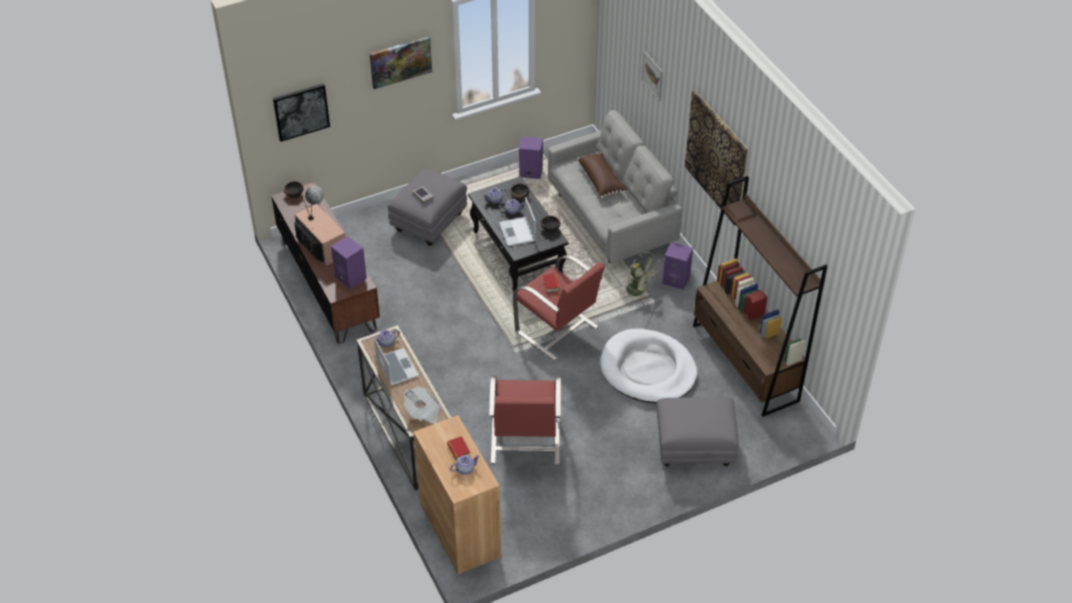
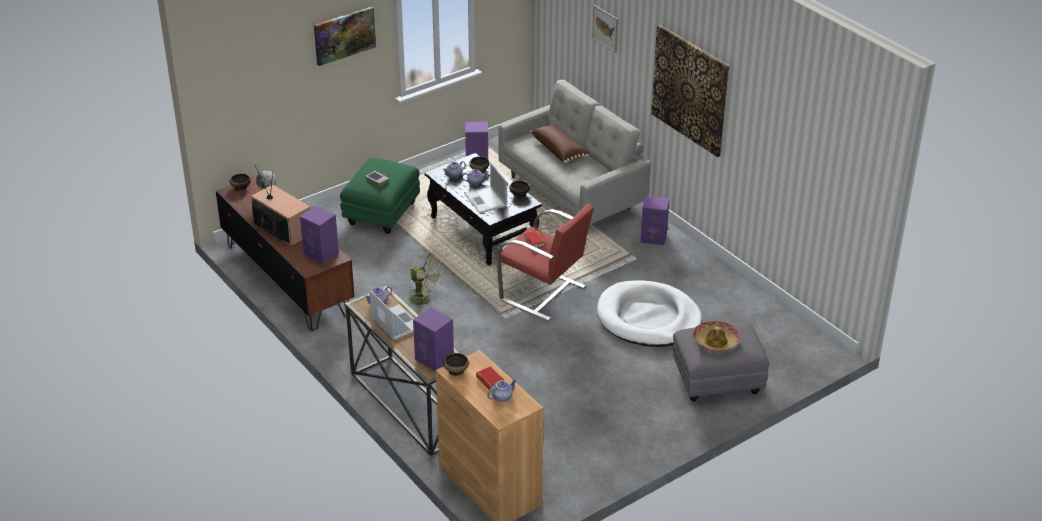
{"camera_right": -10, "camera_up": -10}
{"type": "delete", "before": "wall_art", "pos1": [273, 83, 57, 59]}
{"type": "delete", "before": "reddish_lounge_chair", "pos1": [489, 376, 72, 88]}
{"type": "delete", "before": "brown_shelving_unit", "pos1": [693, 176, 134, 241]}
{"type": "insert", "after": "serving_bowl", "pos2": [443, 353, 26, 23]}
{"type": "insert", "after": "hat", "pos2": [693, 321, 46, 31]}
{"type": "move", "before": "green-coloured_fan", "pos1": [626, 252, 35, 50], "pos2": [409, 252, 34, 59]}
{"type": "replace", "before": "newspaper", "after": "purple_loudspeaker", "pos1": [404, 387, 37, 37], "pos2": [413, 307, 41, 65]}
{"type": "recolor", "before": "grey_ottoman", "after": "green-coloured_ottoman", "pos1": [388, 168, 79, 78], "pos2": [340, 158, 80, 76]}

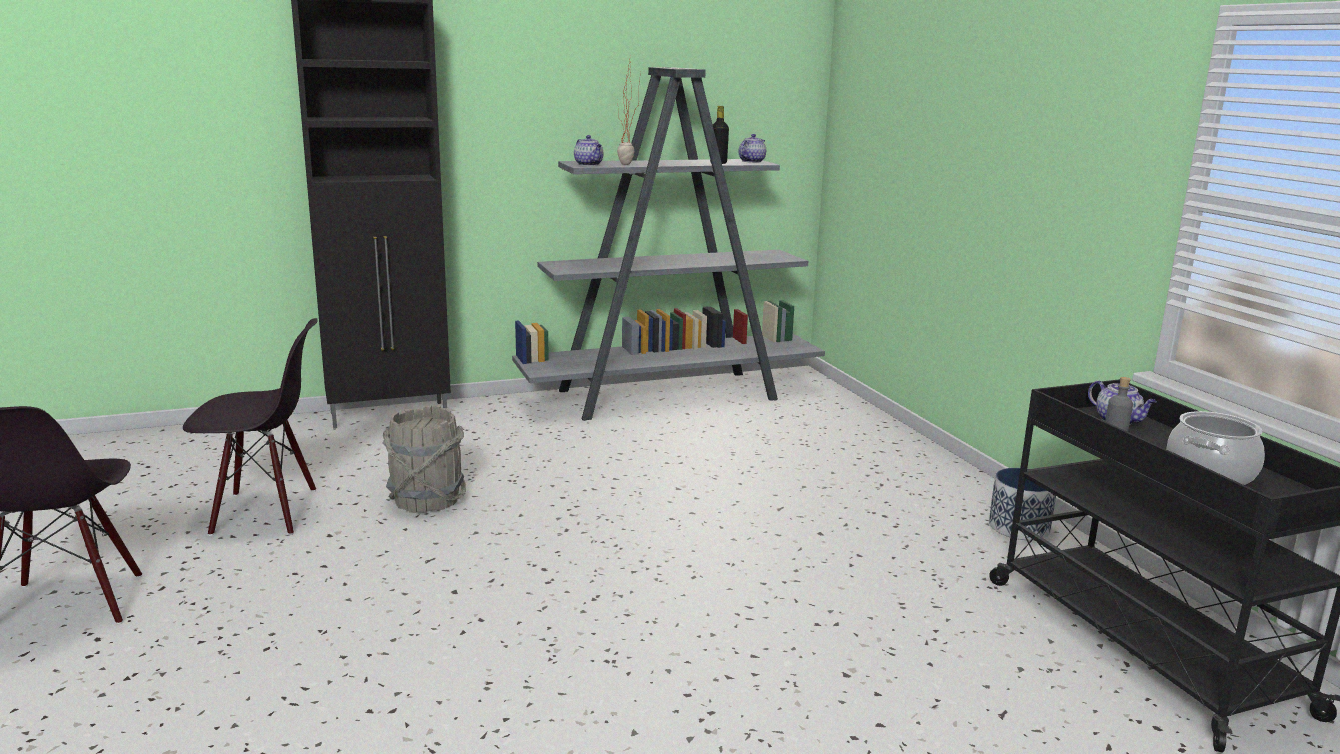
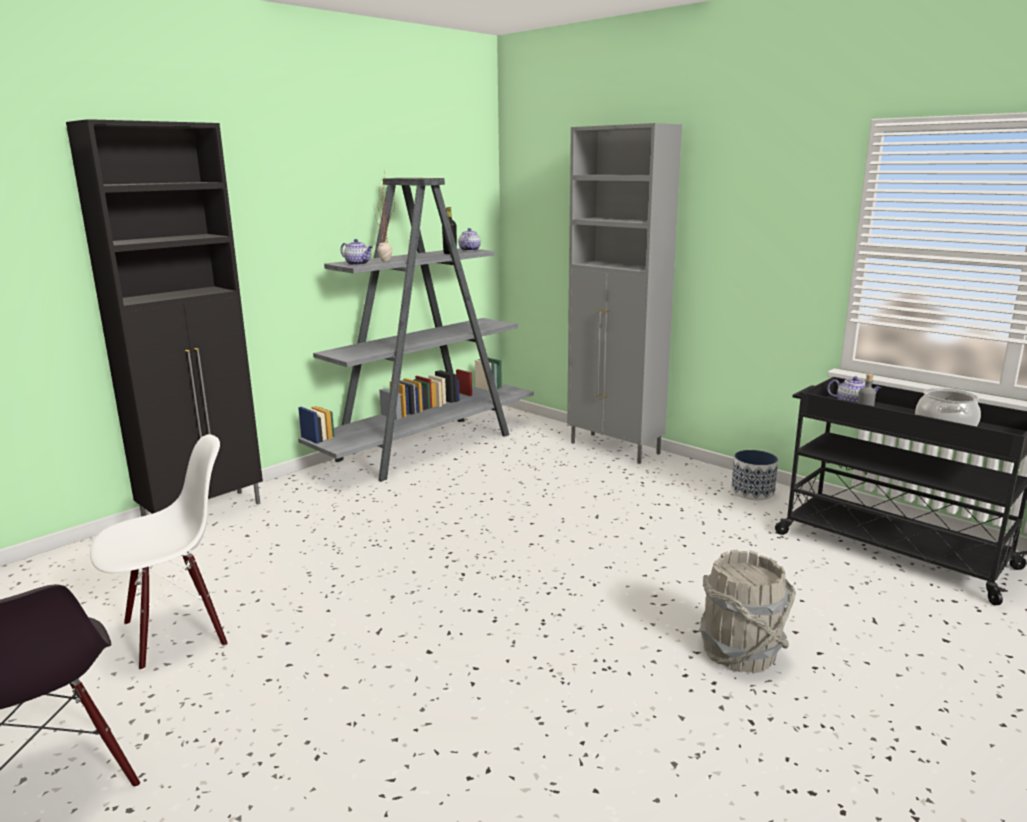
{"camera_right": -25, "camera_up": 0}
{"type": "insert", "after": "grey_cupboard", "pos2": [567, 123, 115, 341]}
{"type": "move", "before": "grey_bucket", "pos1": [383, 405, 83, 108], "pos2": [699, 549, 97, 124]}
{"type": "recolor", "before": "blackish_plain_chair", "after": "whitish_plain_chair", "pos1": [183, 318, 135, 218], "pos2": [90, 434, 137, 237]}

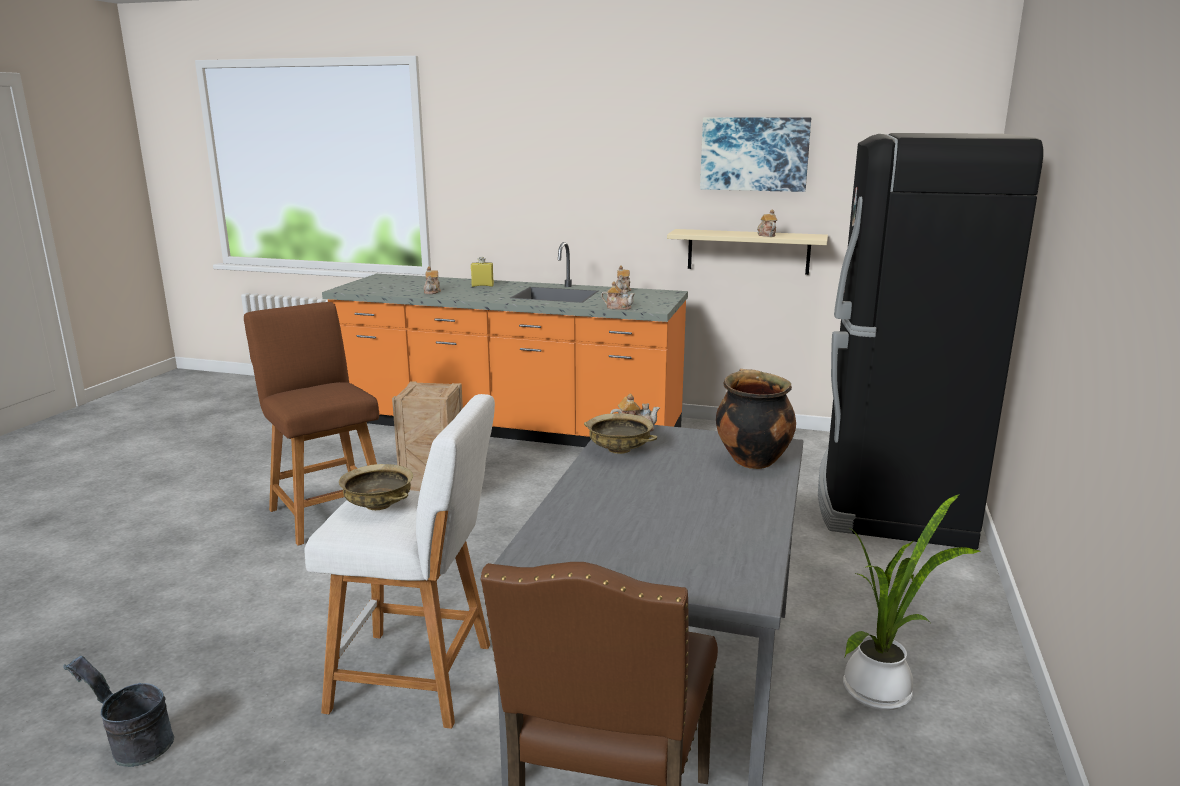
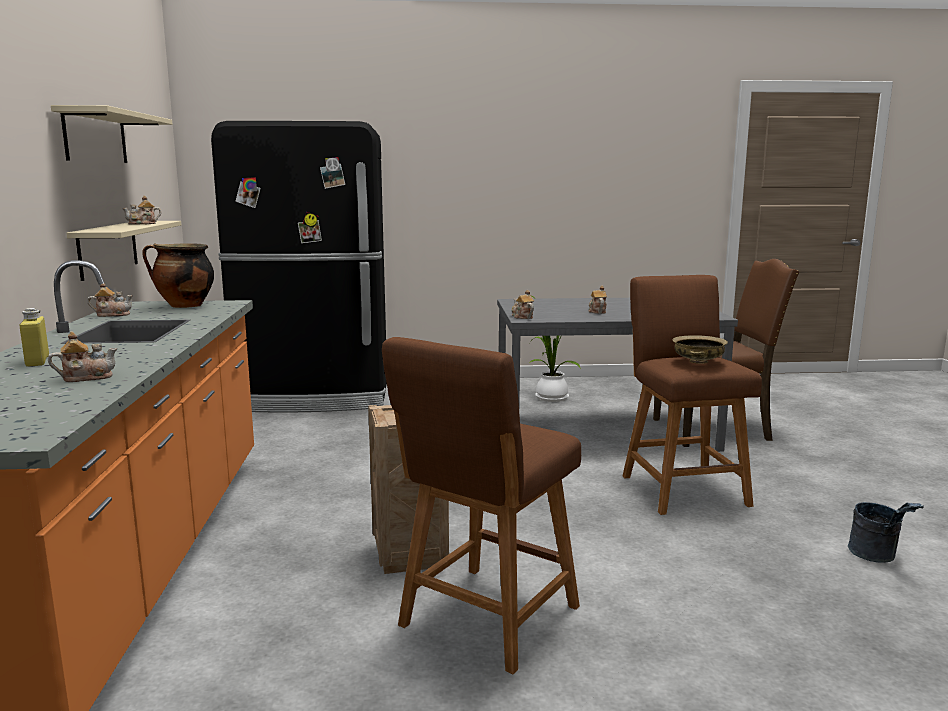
{"camera_right": -110, "camera_up": -5}
{"type": "delete", "before": "sand-coloured_serving_bowl", "pos1": [584, 413, 73, 41]}
{"type": "move", "before": "pot_for_tea", "pos1": [601, 281, 34, 29], "pos2": [588, 286, 19, 28]}
{"type": "move", "before": "saucepot", "pos1": [716, 369, 80, 100], "pos2": [142, 243, 72, 65]}
{"type": "replace", "before": "wall_art", "after": "sand-coloured_wall_shelf", "pos1": [700, 117, 111, 75], "pos2": [51, 105, 121, 58]}
{"type": "recolor", "before": "whitish_stool", "after": "brown_stool", "pos1": [304, 394, 191, 335], "pos2": [623, 275, 139, 240]}

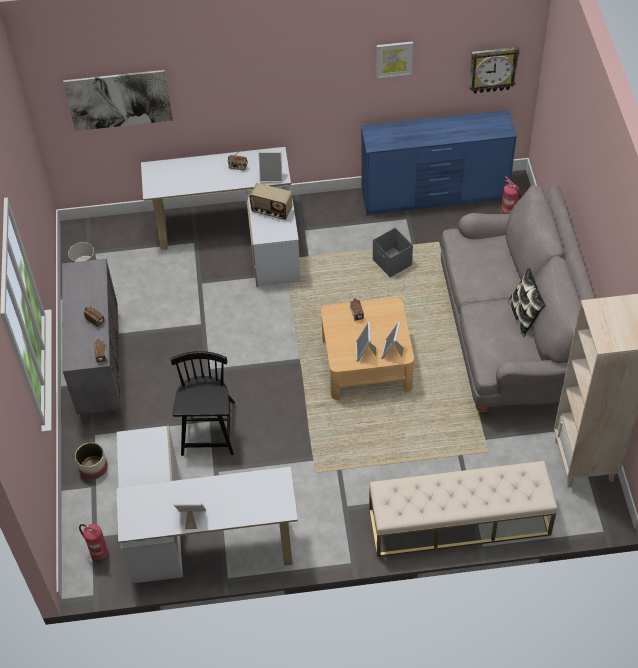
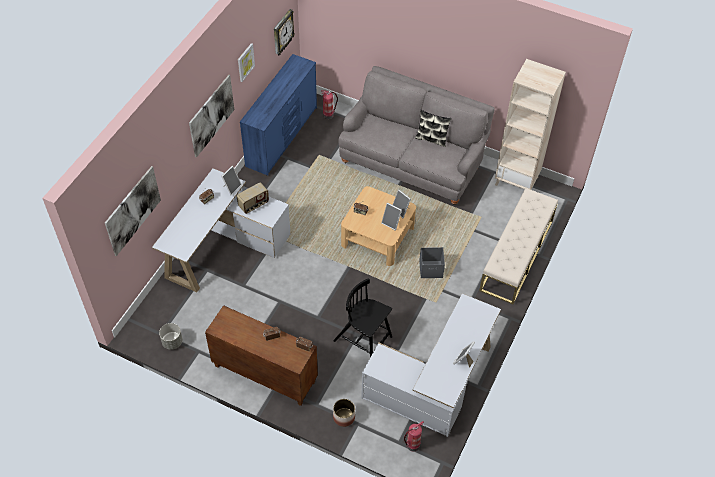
{"camera_right": -60, "camera_up": 0}
{"type": "insert", "after": "wall_art", "pos2": [189, 75, 45, 83]}
{"type": "move", "before": "grey_storage_bin", "pos1": [373, 228, 40, 49], "pos2": [419, 247, 26, 31]}
{"type": "recolor", "before": "grey_cupboard", "after": "brown_cupboard", "pos1": [62, 259, 60, 161], "pos2": [205, 305, 113, 101]}

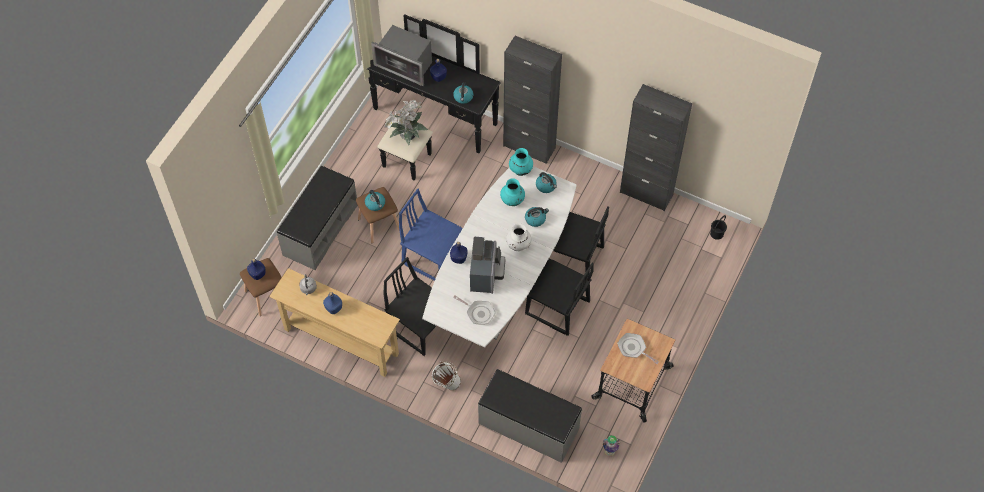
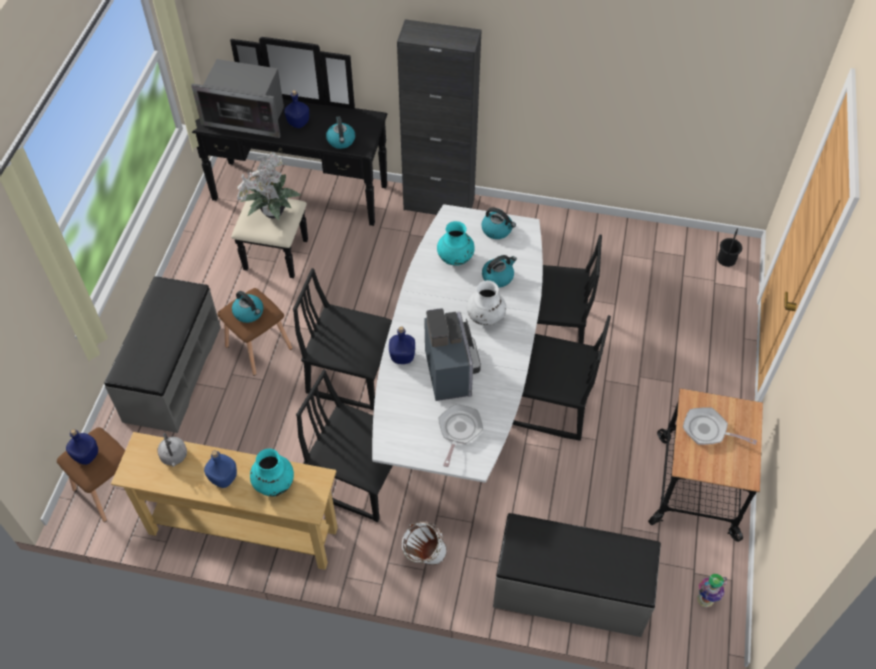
{"camera_right": -15, "camera_up": -5}
{"type": "delete", "before": "blackish_cupboard", "pos1": [620, 84, 72, 127]}
{"type": "move", "before": "turquoise_decorative_vase", "pos1": [509, 148, 24, 28], "pos2": [250, 449, 44, 48]}
{"type": "recolor", "before": "blue-coloured_plain_chair", "after": "blackish_plain_chair", "pos1": [399, 189, 64, 92], "pos2": [293, 268, 99, 143]}
{"type": "rotate", "before": "skillet", "pos1": [453, 295, 43, 30], "pos2": [438, 404, 45, 63], "turn": -90}

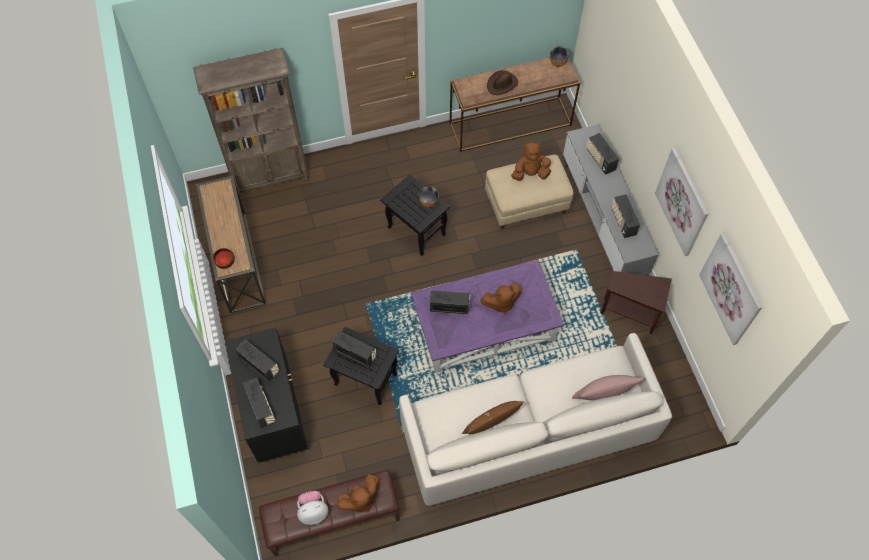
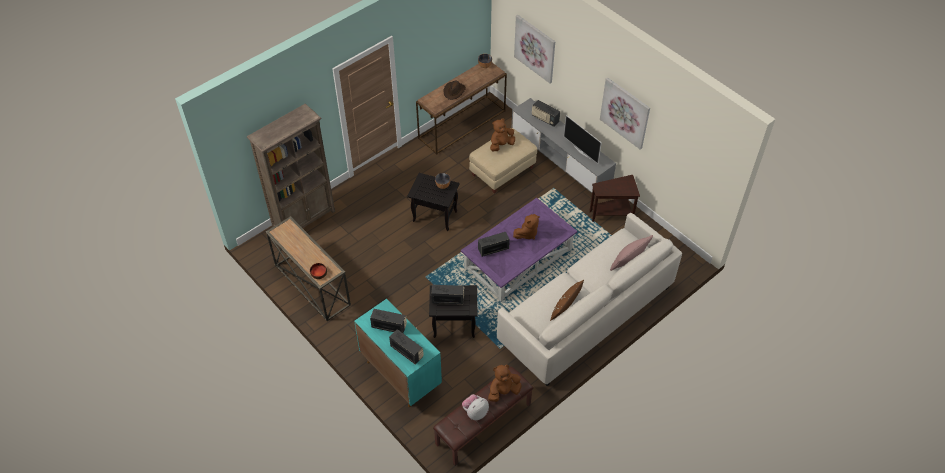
{"camera_right": -25, "camera_up": -10}
{"type": "move", "before": "wall_art", "pos1": [699, 233, 63, 112], "pos2": [514, 15, 41, 68]}
{"type": "replace", "before": "radio_set", "after": "TV_set", "pos1": [611, 194, 29, 44], "pos2": [564, 115, 38, 49]}
{"type": "recolor", "before": "blackish_cupboard", "after": "turquoise_cupboard", "pos1": [225, 328, 83, 135], "pos2": [354, 299, 88, 108]}
{"type": "rotate", "before": "brown_cuddly_toy", "pos1": [337, 474, 42, 39], "pos2": [488, 365, 34, 37], "turn": -150}

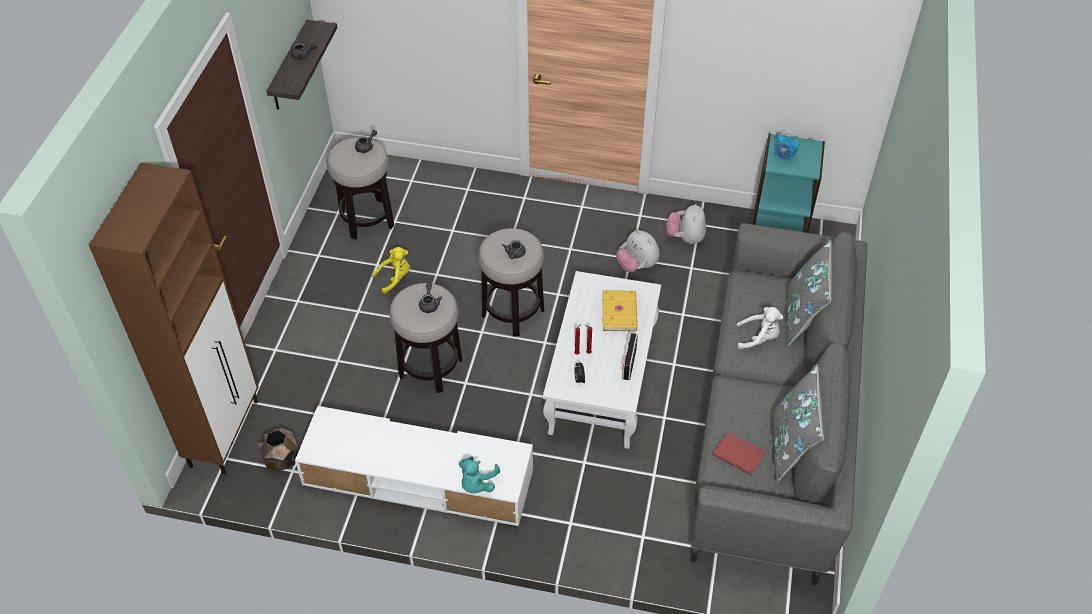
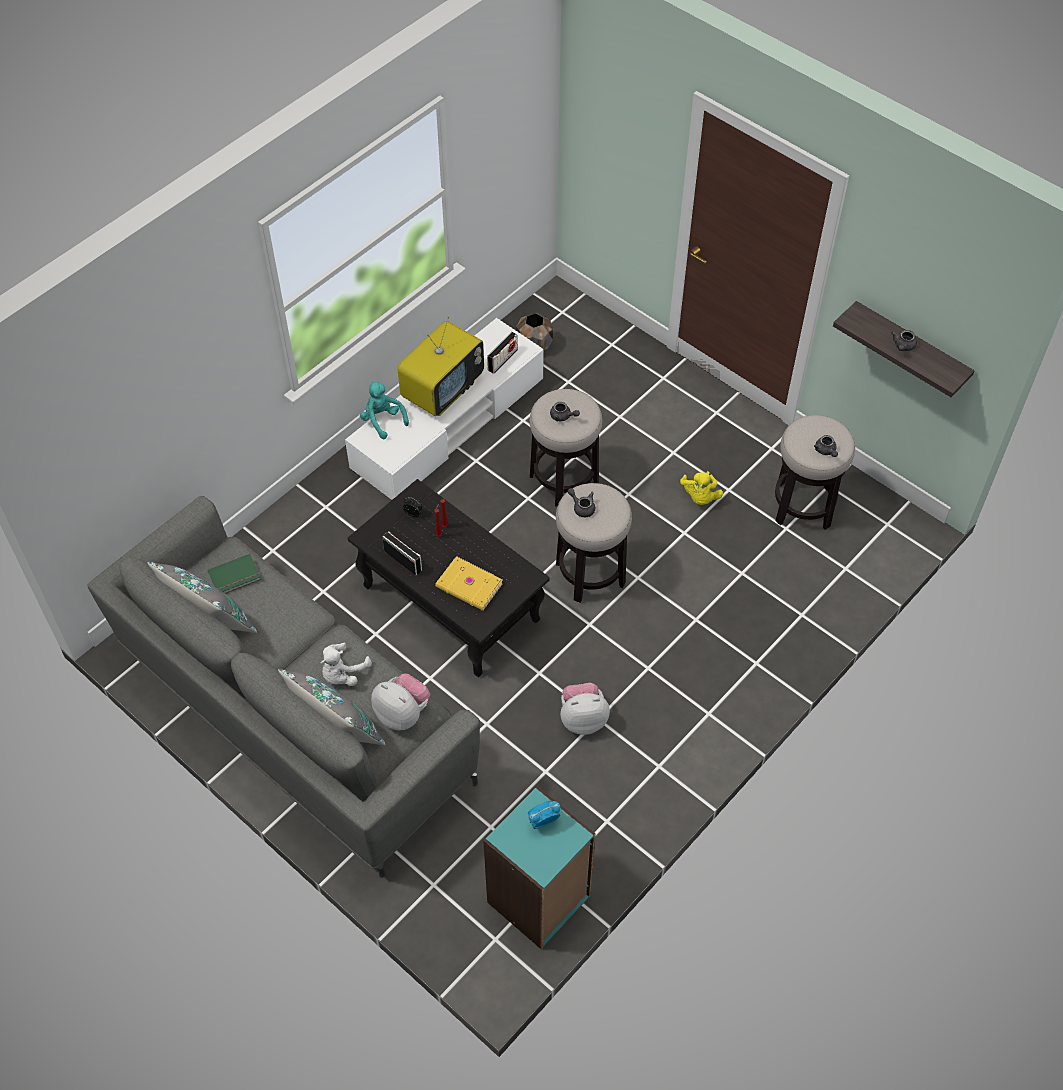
{"camera_right": 120, "camera_up": 5}
{"type": "delete", "before": "brown_cupboard", "pos1": [89, 163, 169, 311]}
{"type": "insert", "after": "TV_set", "pos2": [397, 316, 87, 100]}
{"type": "insert", "after": "radio_set", "pos2": [487, 332, 31, 42]}
{"type": "move", "before": "cuddly_toy", "pos1": [666, 204, 40, 40], "pos2": [371, 674, 59, 56]}
{"type": "recolor", "before": "whitish_low_table", "after": "blackish_low_table", "pos1": [543, 271, 118, 178], "pos2": [348, 479, 202, 198]}
{"type": "recolor", "before": "reddish_book", "after": "green-coloured_book", "pos1": [713, 432, 53, 44], "pos2": [208, 554, 53, 39]}

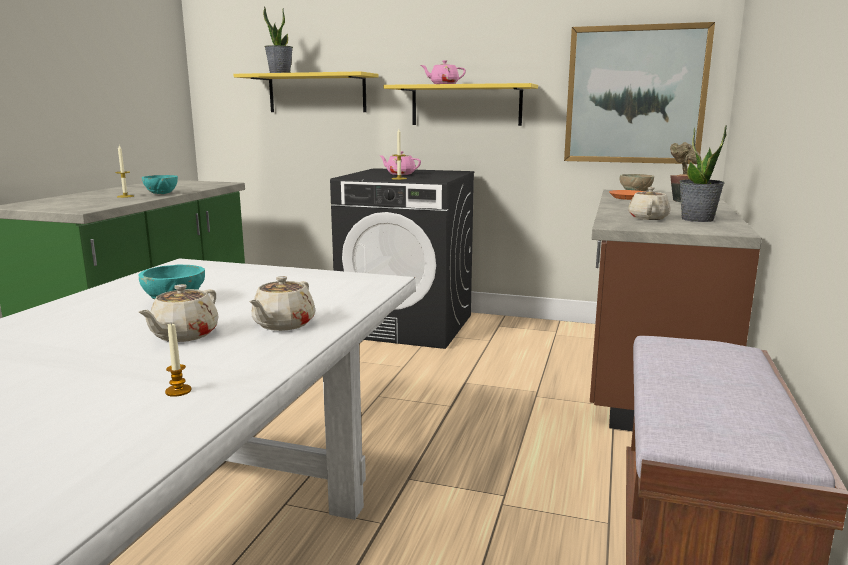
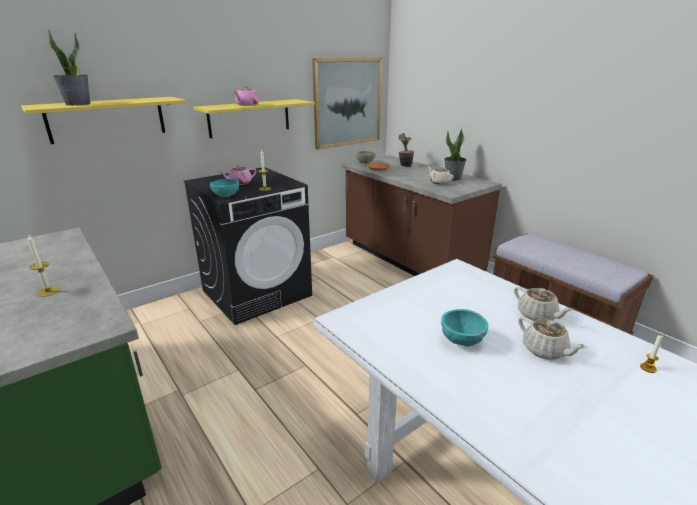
{"camera_right": -55, "camera_up": 10}
{"type": "move", "before": "turquoise_serving_bowl", "pos1": [142, 175, 36, 19], "pos2": [210, 179, 29, 19]}

